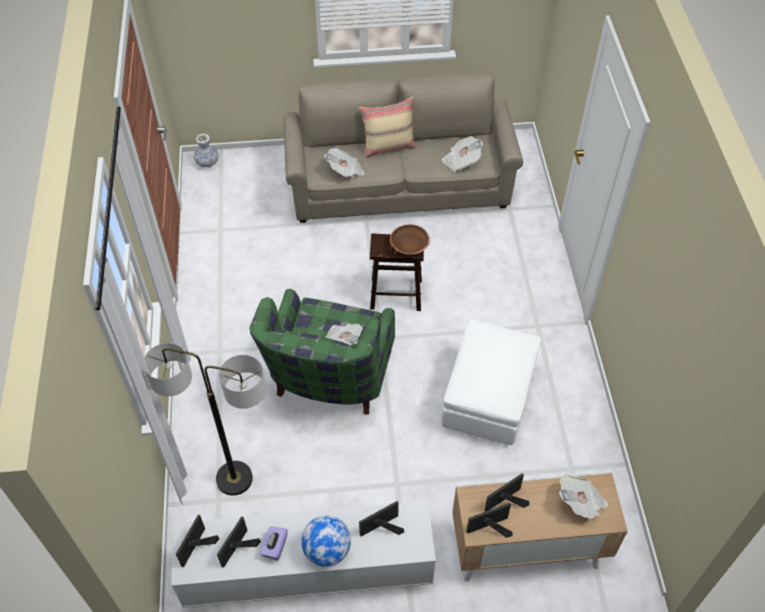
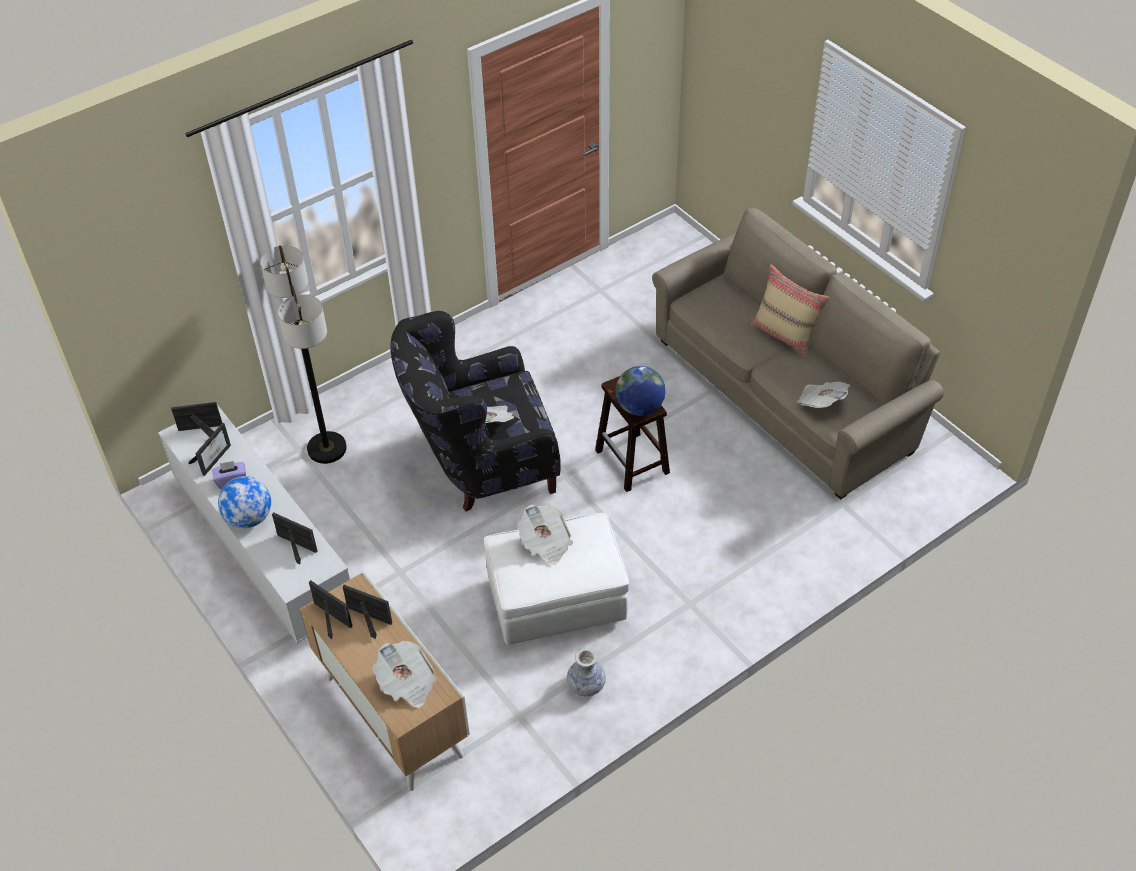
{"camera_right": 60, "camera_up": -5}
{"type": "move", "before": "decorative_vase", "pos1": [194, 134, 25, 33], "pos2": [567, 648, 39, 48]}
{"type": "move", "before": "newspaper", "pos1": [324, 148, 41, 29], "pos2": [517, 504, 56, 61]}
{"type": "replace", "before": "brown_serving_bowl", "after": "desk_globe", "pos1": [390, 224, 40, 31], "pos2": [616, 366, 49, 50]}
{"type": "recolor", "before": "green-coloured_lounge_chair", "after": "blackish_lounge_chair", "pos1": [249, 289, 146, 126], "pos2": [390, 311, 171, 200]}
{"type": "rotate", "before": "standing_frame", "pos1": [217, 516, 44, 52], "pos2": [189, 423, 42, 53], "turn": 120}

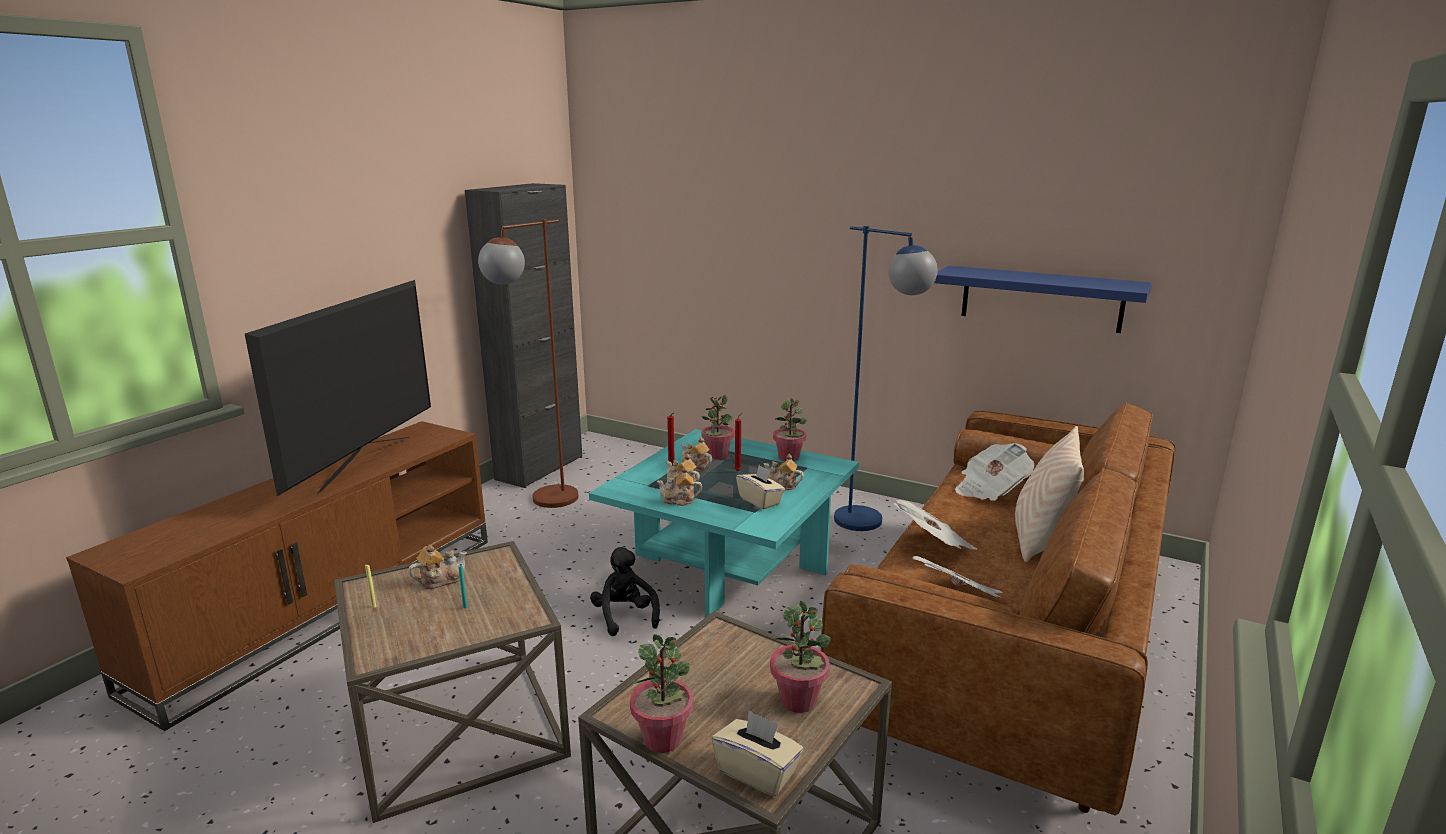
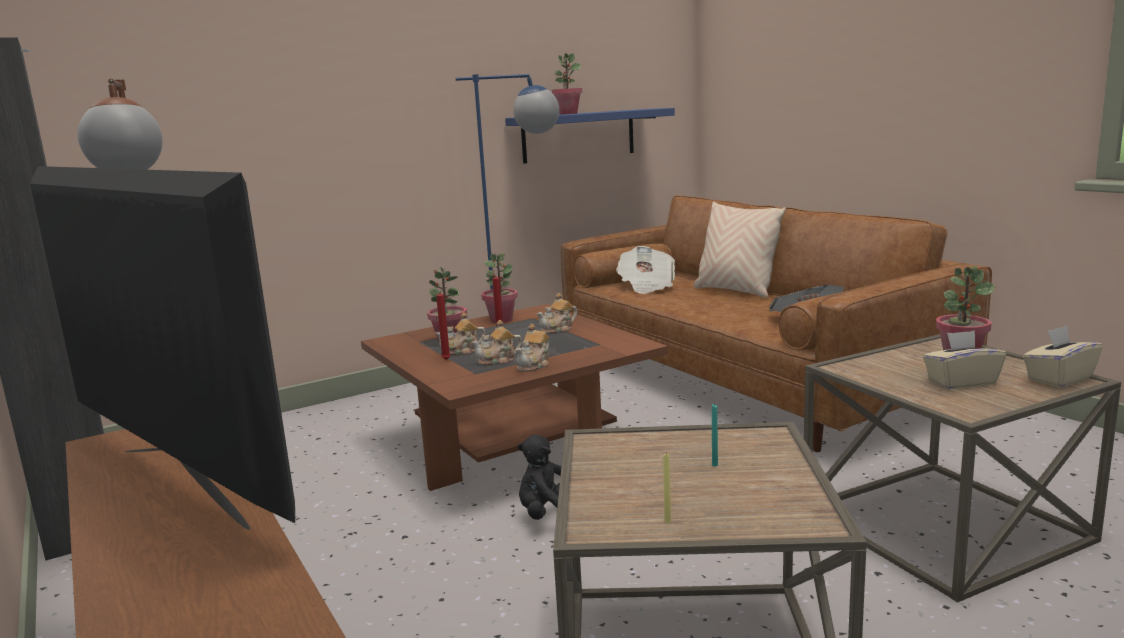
{"camera_right": -60, "camera_up": -5}
{"type": "delete", "before": "pot_for_tea", "pos1": [409, 545, 58, 44]}
{"type": "delete", "before": "newspaper", "pos1": [893, 500, 85, 50]}
{"type": "move", "before": "houseplant", "pos1": [630, 634, 64, 119], "pos2": [552, 53, 30, 62]}
{"type": "move", "before": "sand-coloured_tissue_box", "pos1": [736, 465, 49, 45], "pos2": [923, 330, 83, 59]}
{"type": "recolor", "before": "turquoise_low_table", "after": "brown_low_table", "pos1": [589, 429, 270, 188], "pos2": [361, 304, 307, 187]}

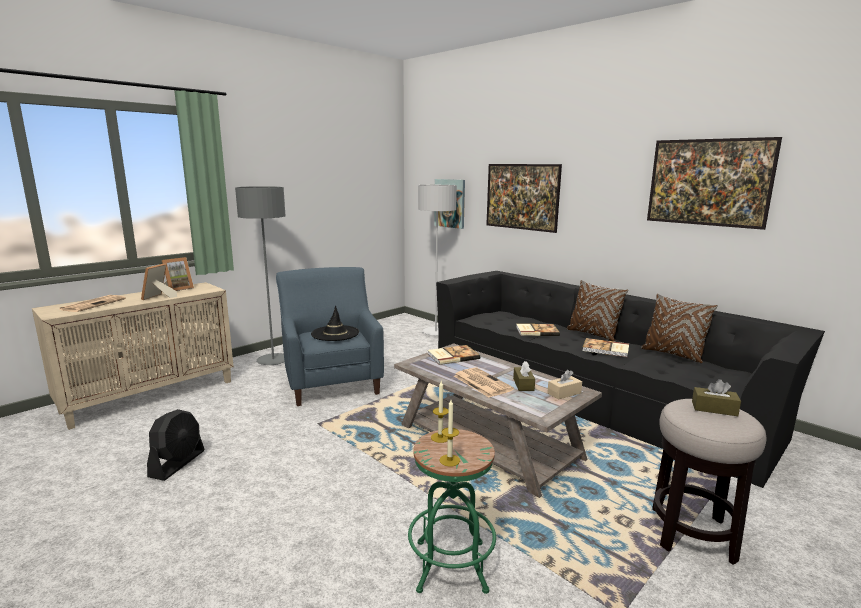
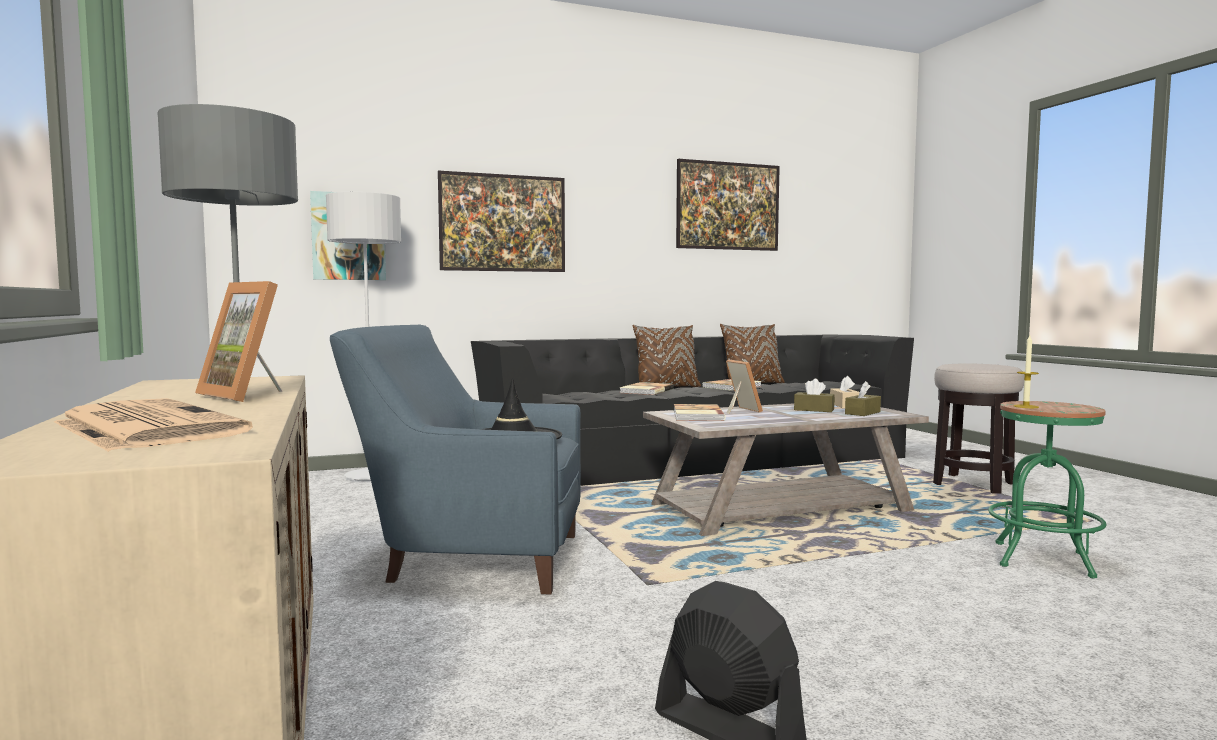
{"camera_right": -65, "camera_up": -10}
{"type": "delete", "before": "wax_light", "pos1": [439, 400, 21, 67]}
{"type": "delete", "before": "newspaper", "pos1": [454, 367, 60, 30]}
{"type": "move", "before": "standing_frame", "pos1": [162, 257, 32, 34], "pos2": [726, 360, 37, 54]}
{"type": "move", "before": "brown_tissue_box", "pos1": [692, 379, 49, 37], "pos2": [845, 381, 36, 35]}

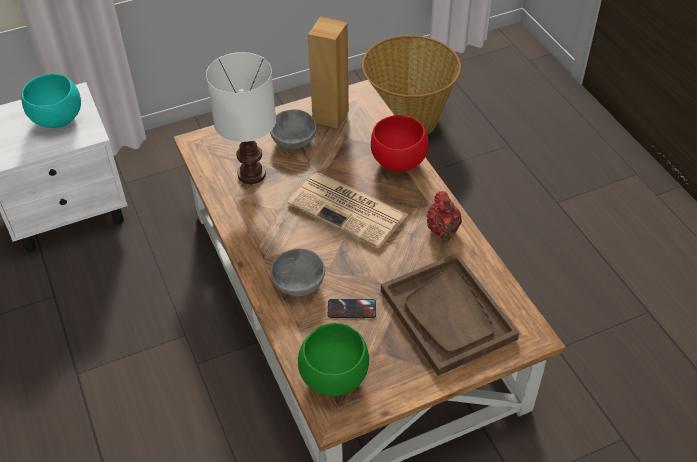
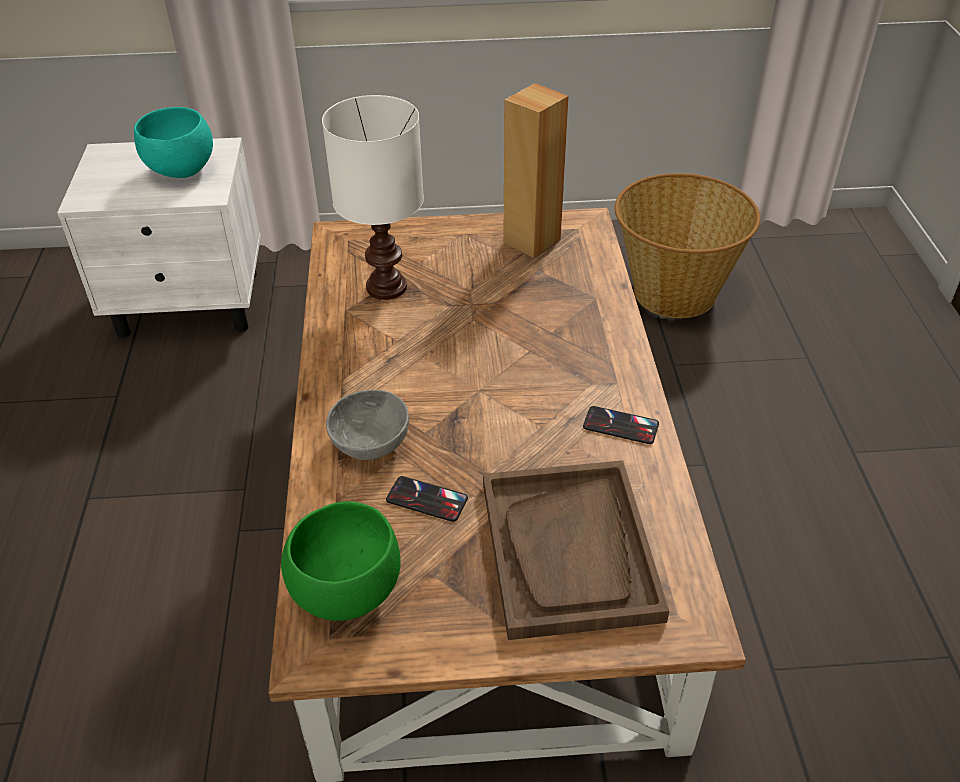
{"camera_right": 20, "camera_up": -5}
{"type": "delete", "before": "grey_serving_bowl", "pos1": [270, 109, 47, 40]}
{"type": "delete", "before": "newspaper", "pos1": [288, 173, 120, 75]}
{"type": "delete", "before": "reddish_serving_bowl", "pos1": [371, 115, 57, 57]}
{"type": "replace", "before": "reddish_pot_for_tea", "after": "handset", "pos1": [427, 191, 35, 52], "pos2": [583, 406, 76, 38]}

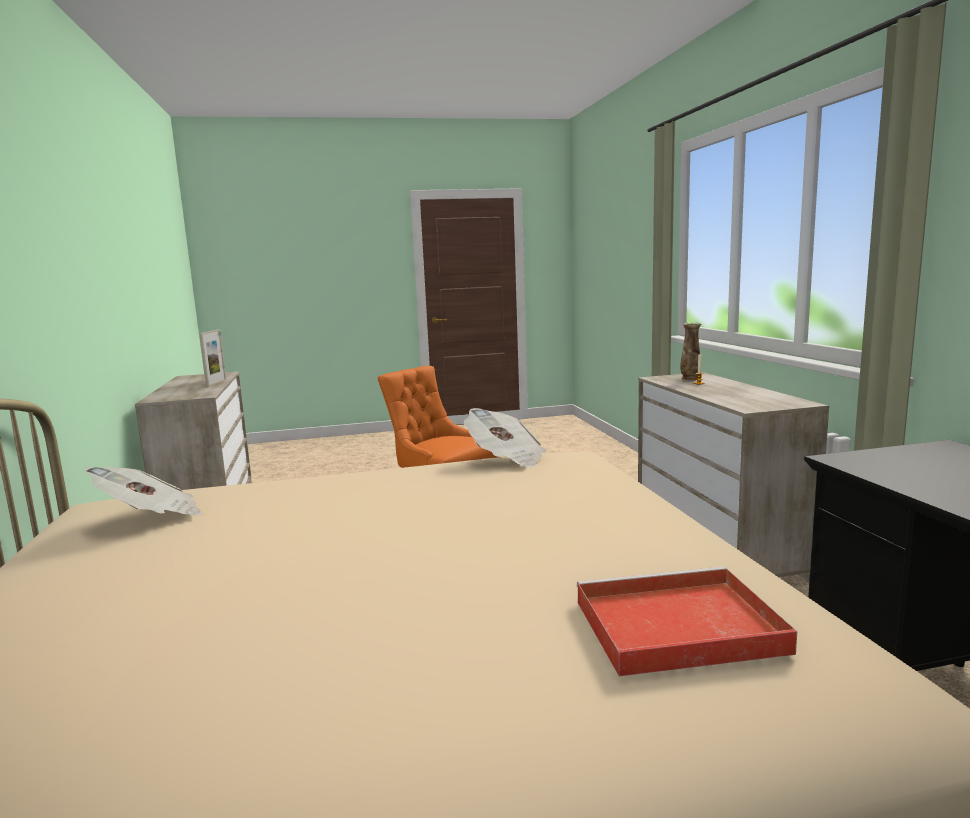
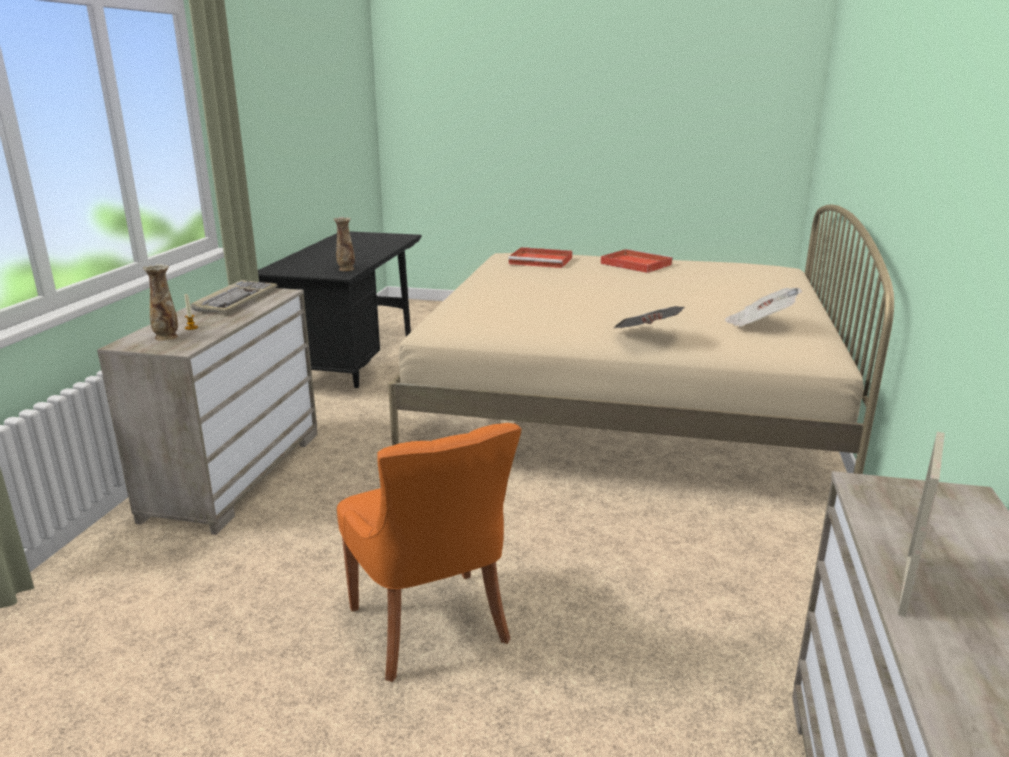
{"camera_right": -155, "camera_up": 10}
{"type": "insert", "after": "PC_keyboard", "pos2": [191, 280, 86, 32]}
{"type": "insert", "after": "decorative_vase", "pos2": [334, 217, 21, 54]}
{"type": "insert", "after": "reddish_tray", "pos2": [601, 249, 72, 24]}
{"type": "move", "before": "newspaper", "pos1": [464, 408, 82, 60], "pos2": [614, 306, 71, 22]}

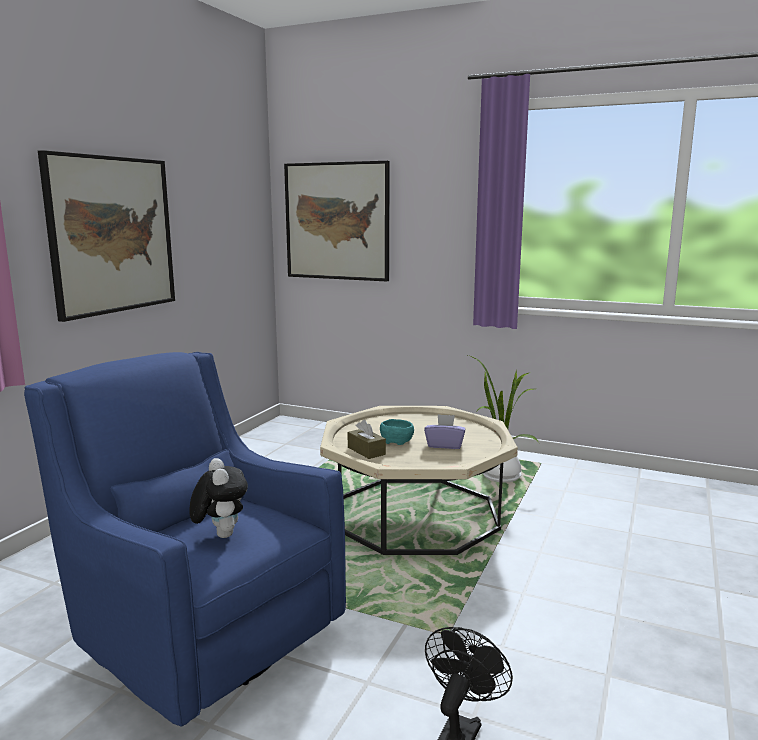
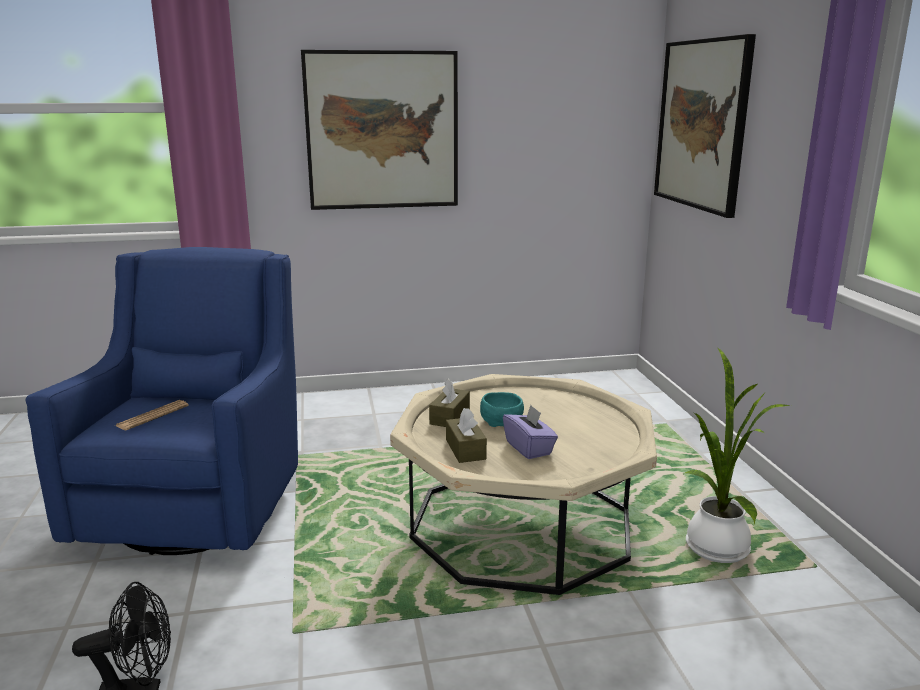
{"camera_right": 55, "camera_up": 5}
{"type": "insert", "after": "brown_tissue_box", "pos2": [446, 408, 41, 55]}
{"type": "replace", "before": "cuddly_toy", "after": "newspaper", "pos1": [189, 458, 59, 80], "pos2": [116, 400, 73, 30]}

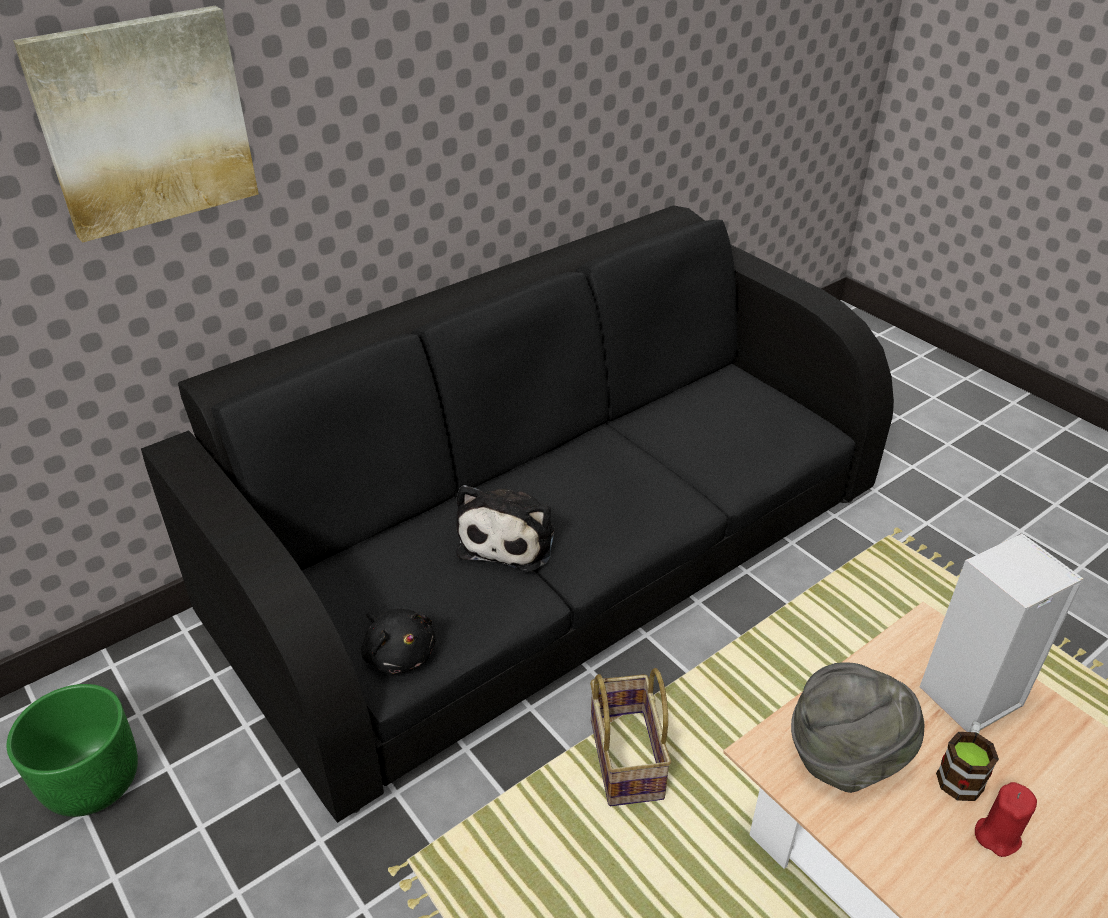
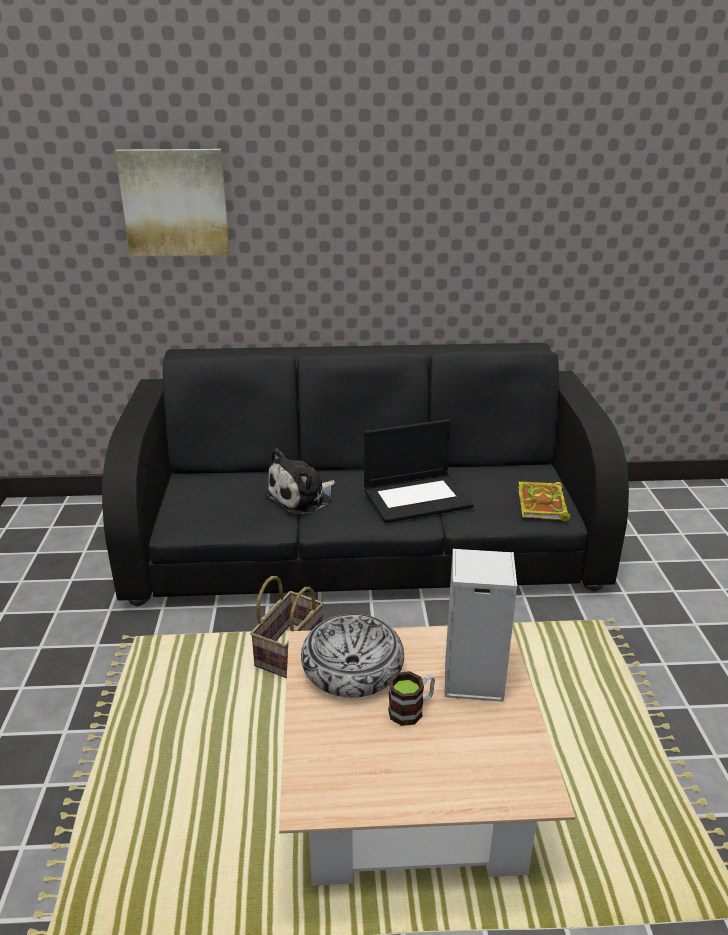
{"camera_right": 35, "camera_up": -10}
{"type": "delete", "before": "green-coloured_plant_pot", "pos1": [6, 684, 132, 133]}
{"type": "delete", "before": "blackish_cuddly_toy", "pos1": [361, 609, 75, 66]}
{"type": "delete", "before": "reddish_wax_light", "pos1": [975, 782, 62, 75]}
{"type": "insert", "after": "laptop", "pos2": [364, 419, 109, 104]}
{"type": "insert", "after": "book", "pos2": [518, 482, 52, 39]}
{"type": "replace", "before": "grey_hat", "after": "serving_bowl", "pos1": [791, 662, 133, 131], "pos2": [301, 614, 103, 84]}

